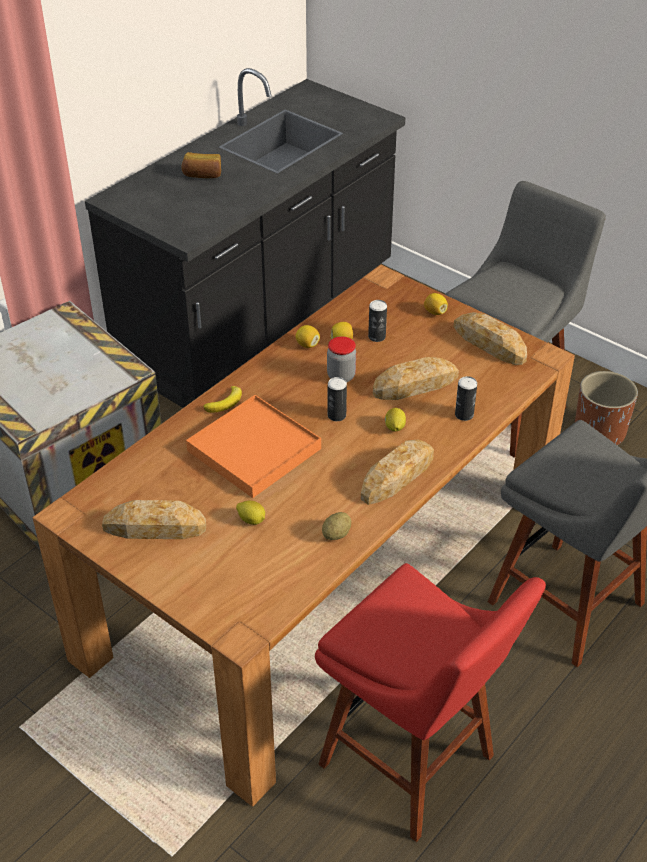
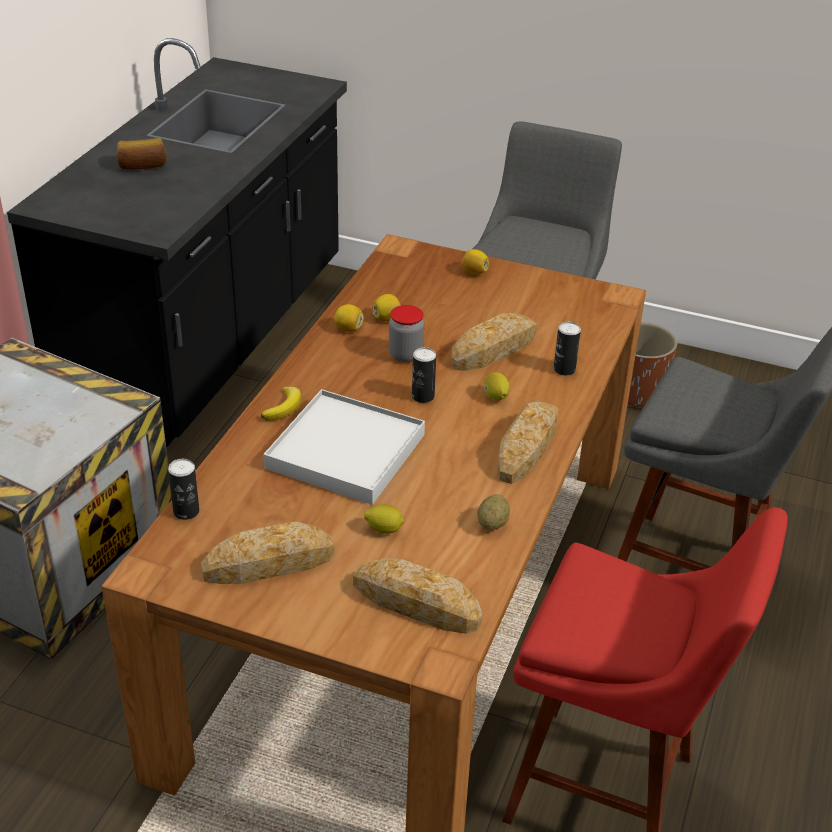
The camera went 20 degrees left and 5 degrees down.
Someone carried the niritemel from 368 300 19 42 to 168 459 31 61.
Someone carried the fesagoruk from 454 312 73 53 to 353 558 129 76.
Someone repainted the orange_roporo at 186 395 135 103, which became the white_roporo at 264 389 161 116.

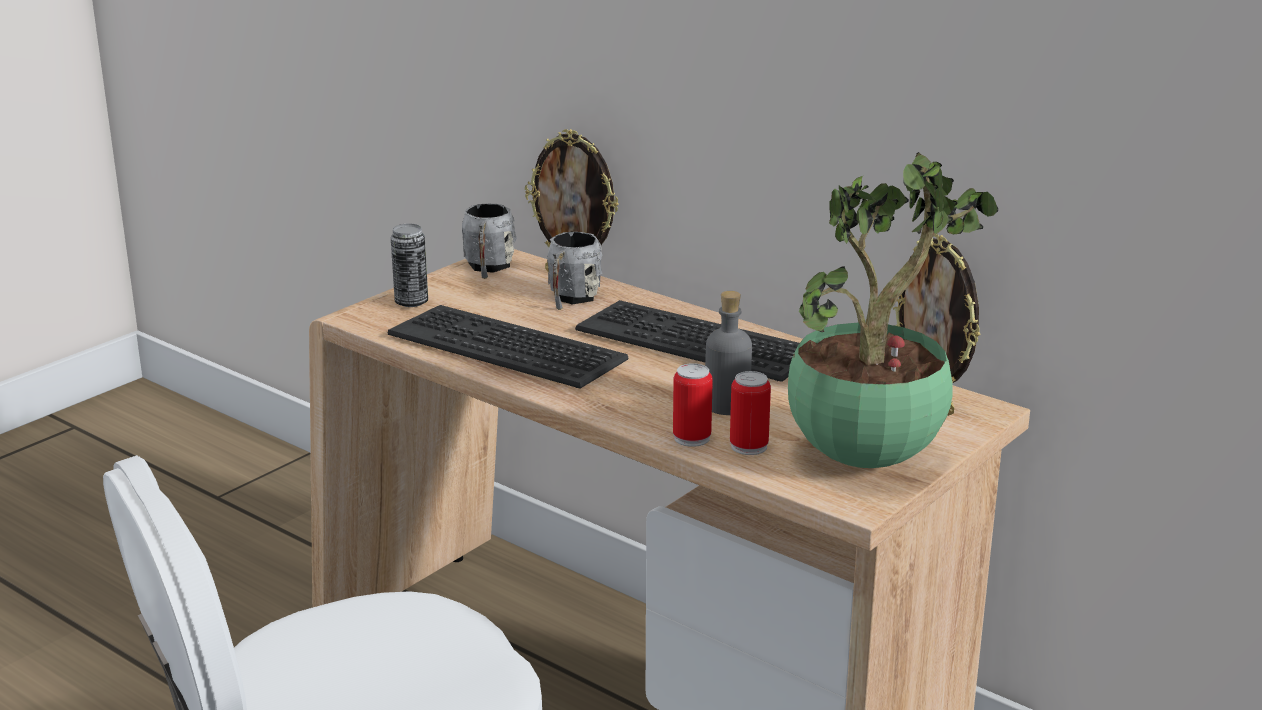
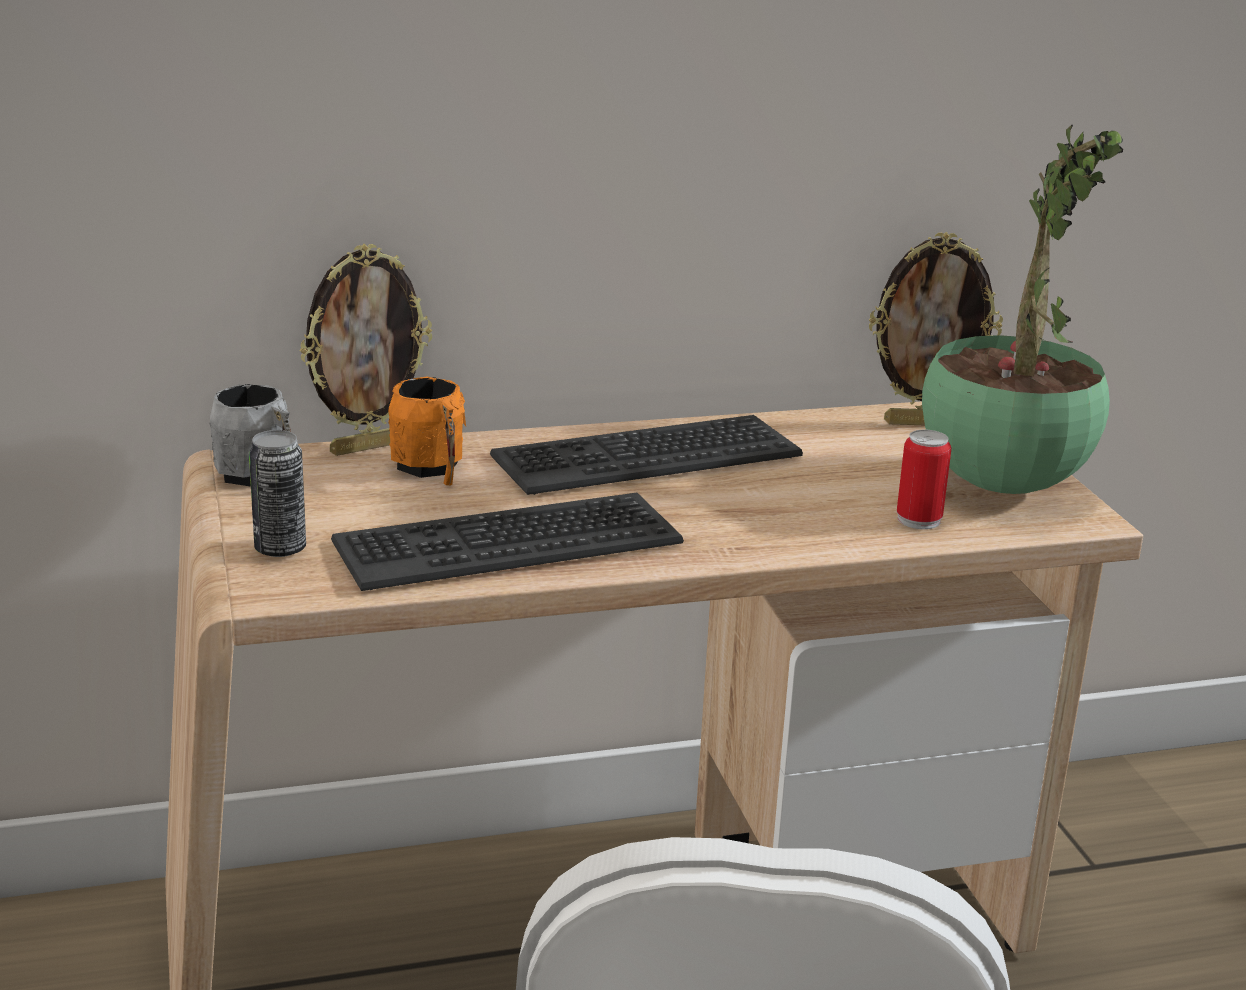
The camera went 55 degrees left and 0 degrees up.
Someone took away the niritemel at 673 363 40 84.
Someone took away the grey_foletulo at 705 291 47 124.
Someone repainted the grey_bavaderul at 547 232 55 78, which became the orange_bavaderul at 388 377 78 108.

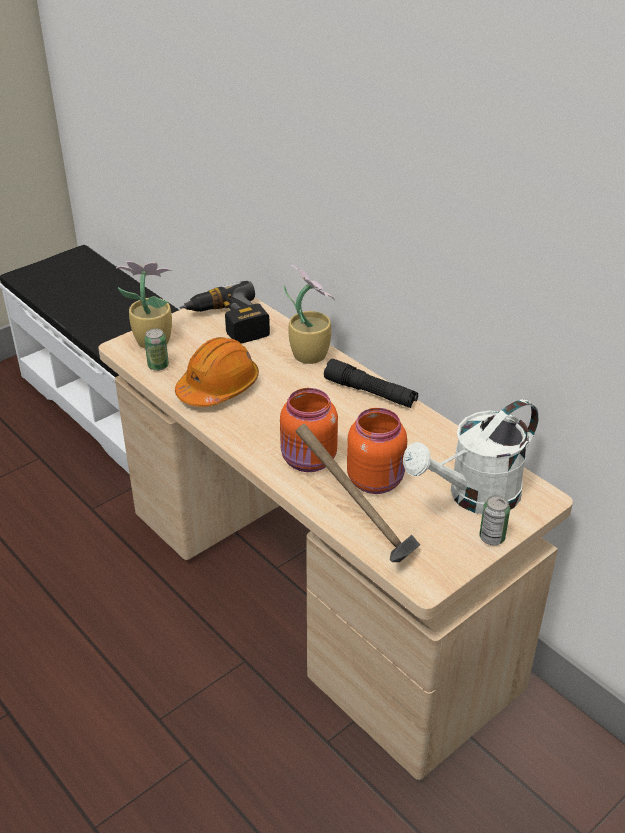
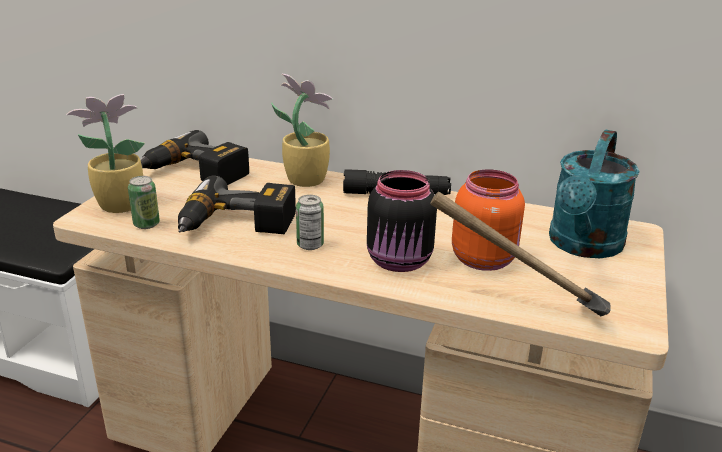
The camera went 30 degrees left and 10 degrees down.
Someone carried the niritemel from 479 495 31 50 to 296 195 28 55.
Someone swapped the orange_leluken at 175 337 84 70 for the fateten at 178 176 118 58.
Someone repainted the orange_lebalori at 280 388 58 84, which became the black_lebalori at 367 170 70 102.
Someone repainted the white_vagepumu at 403 399 136 115, which became the turquoise_vagepumu at 549 129 91 129.

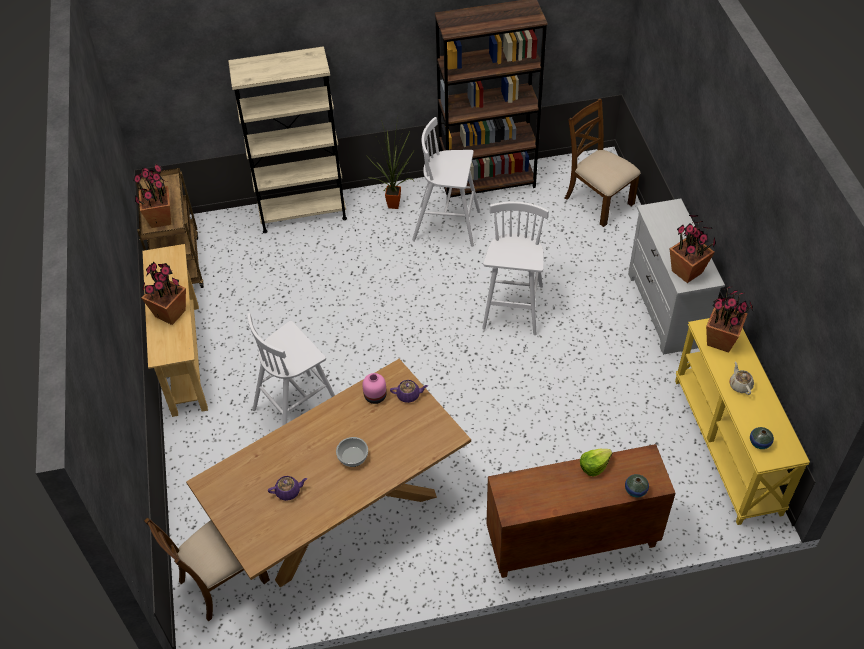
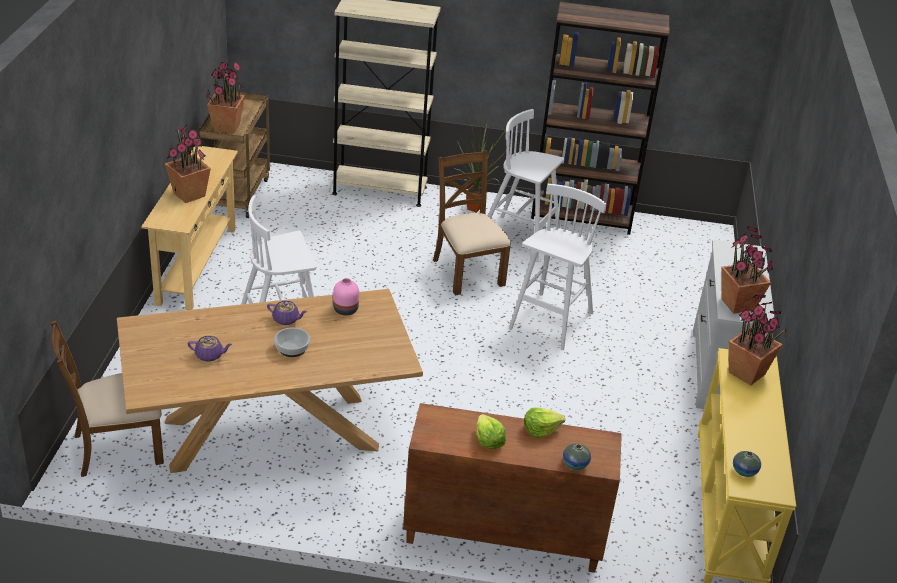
The camera went 15 degrees right and 15 degrees down.
Someone took away the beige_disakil at 729 361 25 34.
Someone put down the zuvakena at 477 414 29 35.
Someone carried the purple_disakil from 390 380 38 23 to 267 301 40 24.
Someone carried the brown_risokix from 565 98 75 129 to 433 150 78 145.

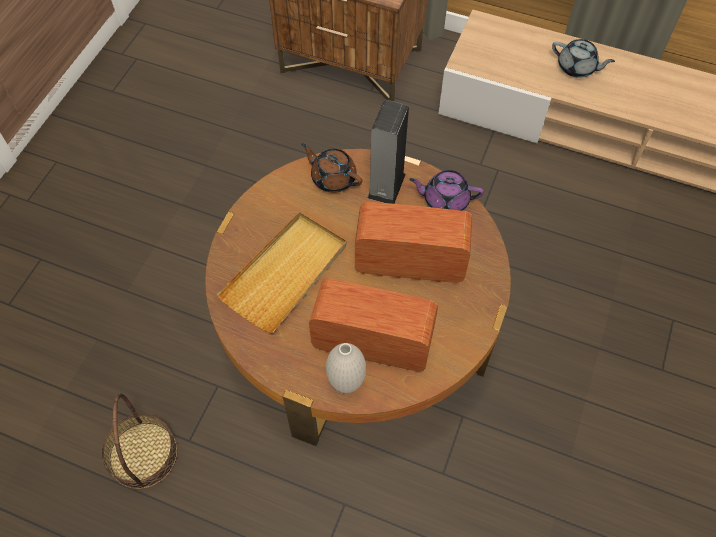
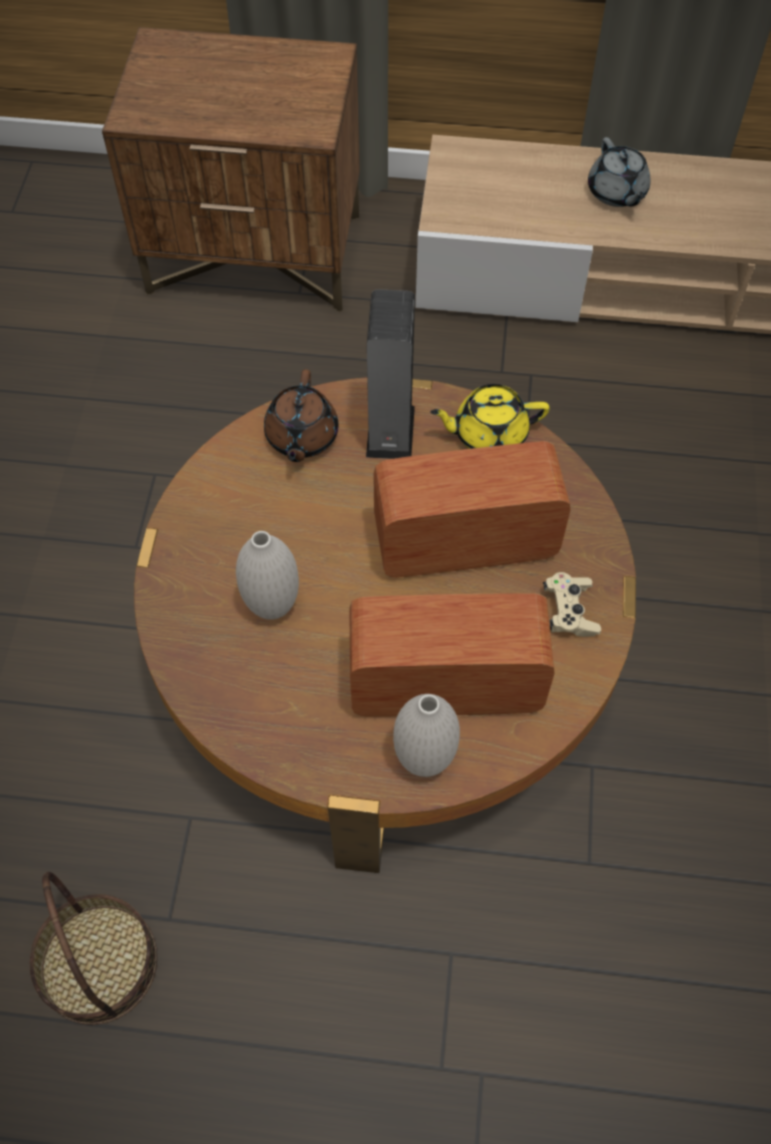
The camera went 15 degrees left and 0 degrees up.
Someone put down the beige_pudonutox at 543 572 58 65.
Someone swapped the beige_roporo at 216 212 131 122 for the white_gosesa at 236 531 63 89.
Someone repainted the purple_disakil at 409 170 75 41, which became the yellow_disakil at 430 384 120 65.
Someone rotated the brown_disakil at 301 143 61 49 by 105 degrees counterclockwise.
Someone rotated the grey_disakil at 552 39 63 38 by 60 degrees clockwise.

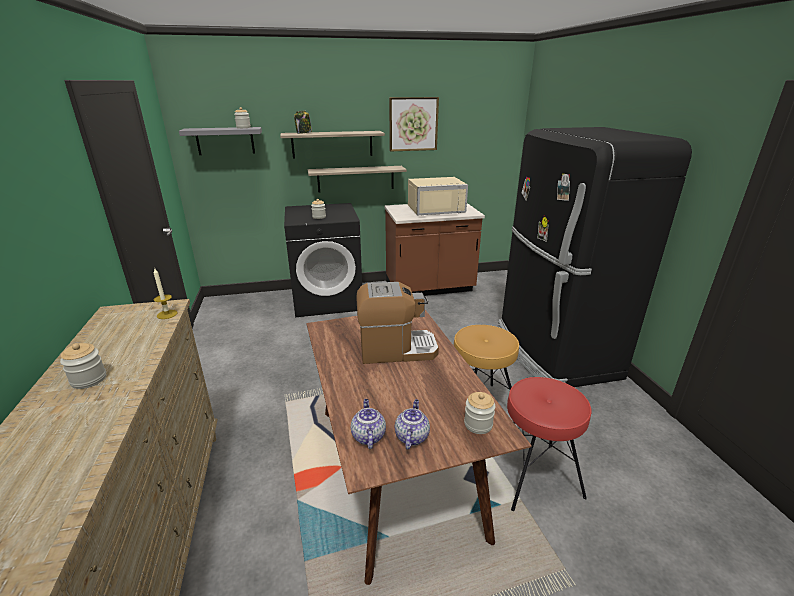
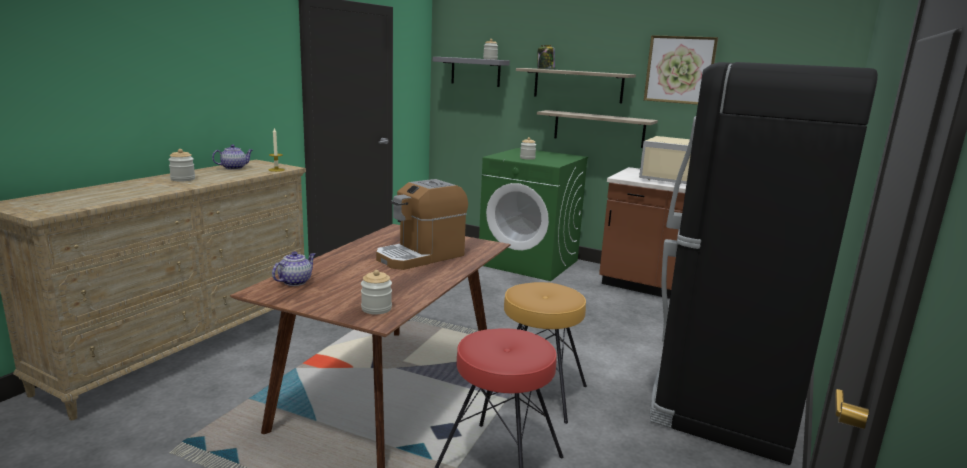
The camera went 40 degrees right and 10 degrees down.
Someone carried the disakil from 395 399 35 51 to 212 145 41 25.
Someone repainted the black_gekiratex at 284 203 78 114, which became the green_gekiratex at 479 148 109 133.
Someone rotated the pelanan at 356 282 83 82 by 105 degrees clockwise.

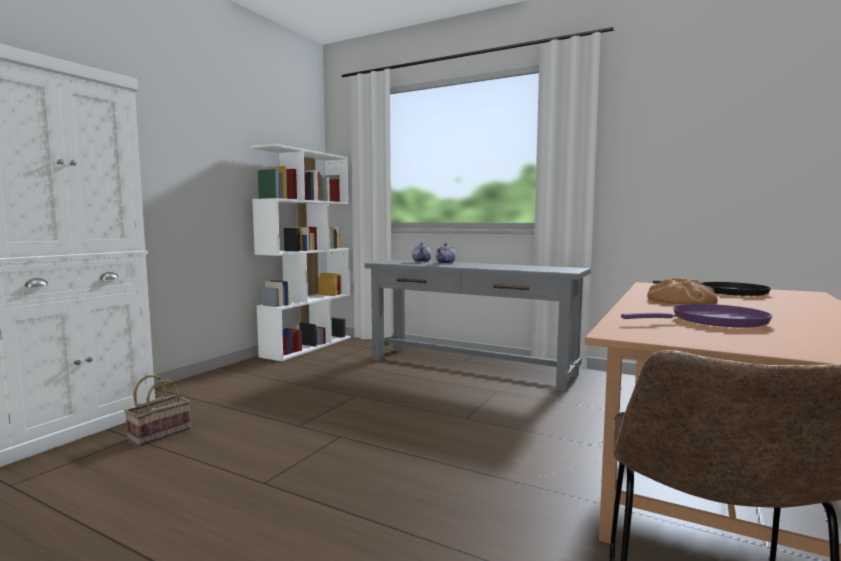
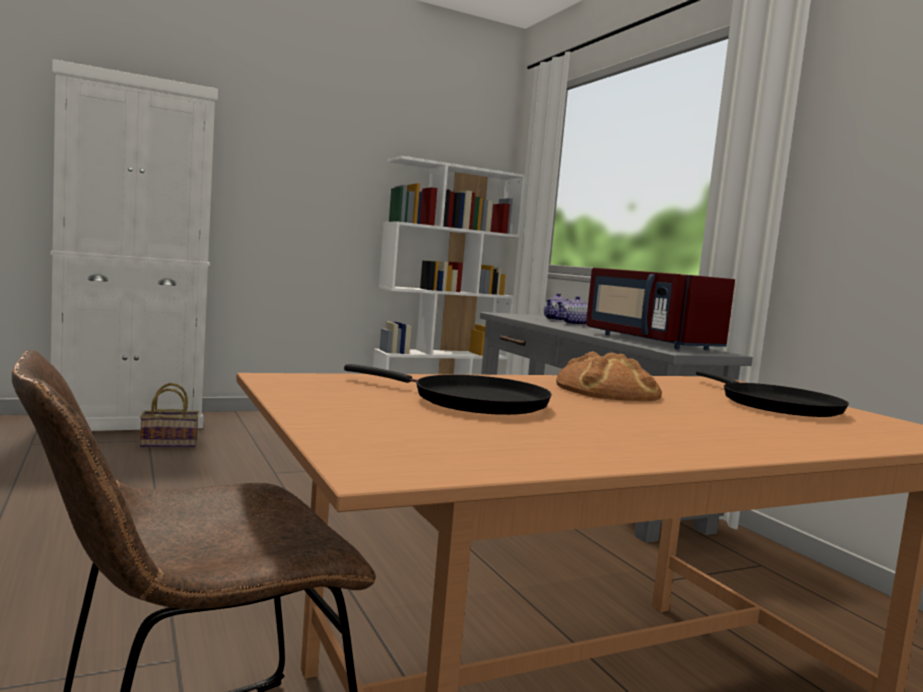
The camera went 35 degrees right and 0 degrees up.
Someone put down the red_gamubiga at 586 268 149 82.
Someone repainted the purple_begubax at 621 304 151 24, which became the black_begubax at 344 364 208 51.

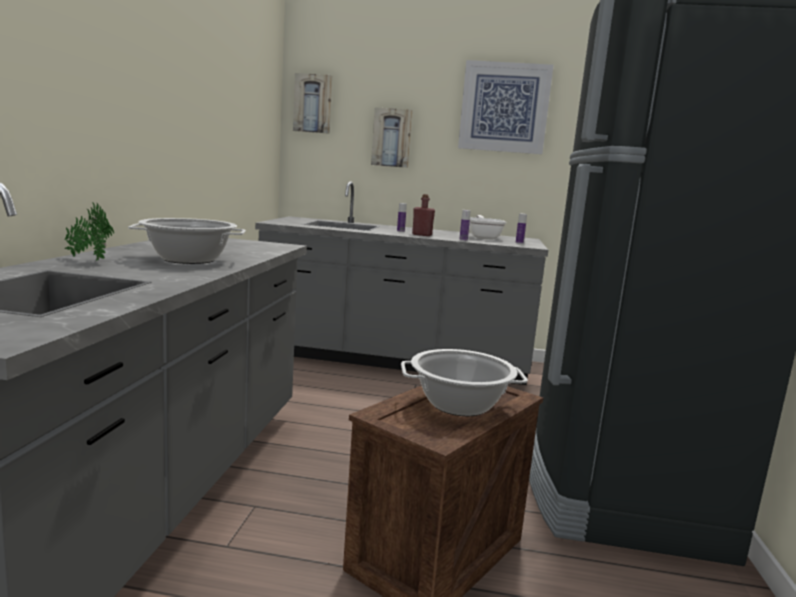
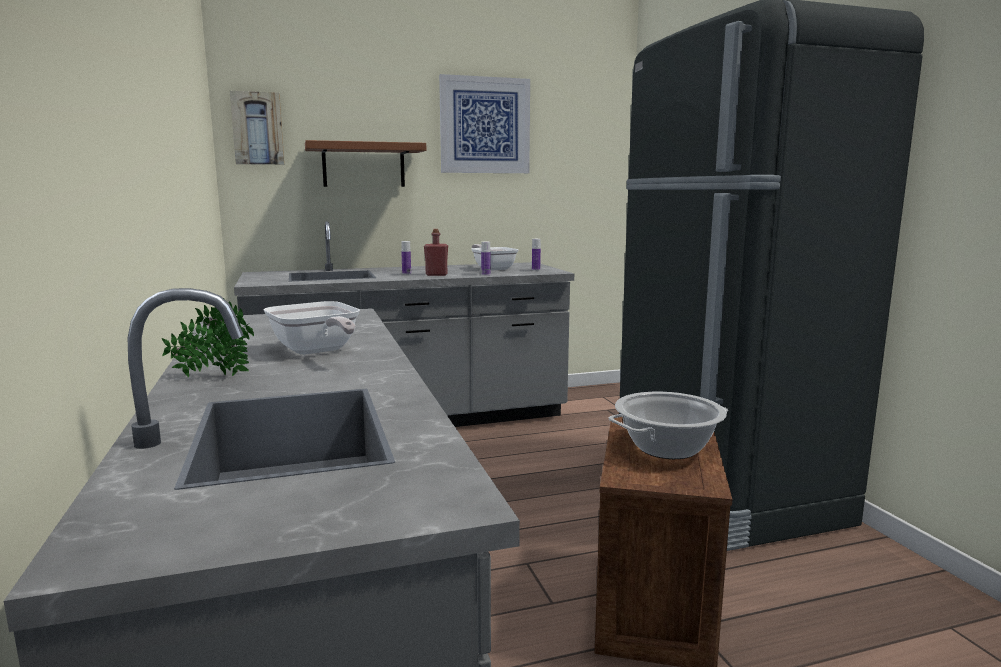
The camera went 25 degrees left and 0 degrees up.
Someone swapped the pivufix at 128 218 118 46 for the begubax at 263 301 97 54.
Someone swapped the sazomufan at 371 107 41 61 for the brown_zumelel at 305 140 121 47.

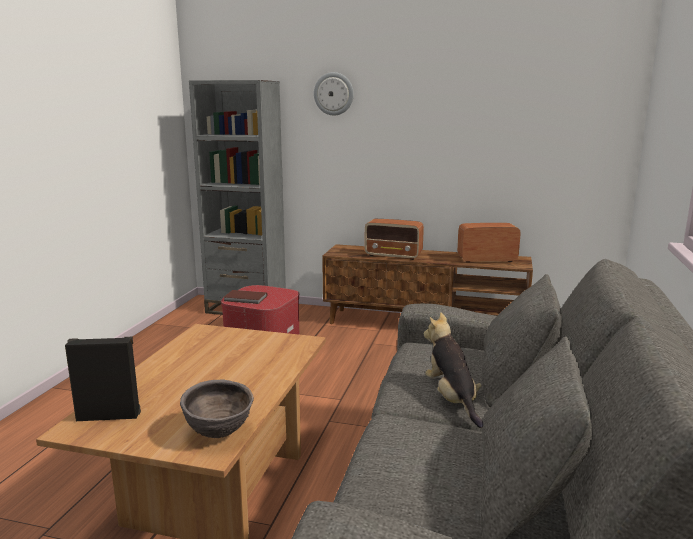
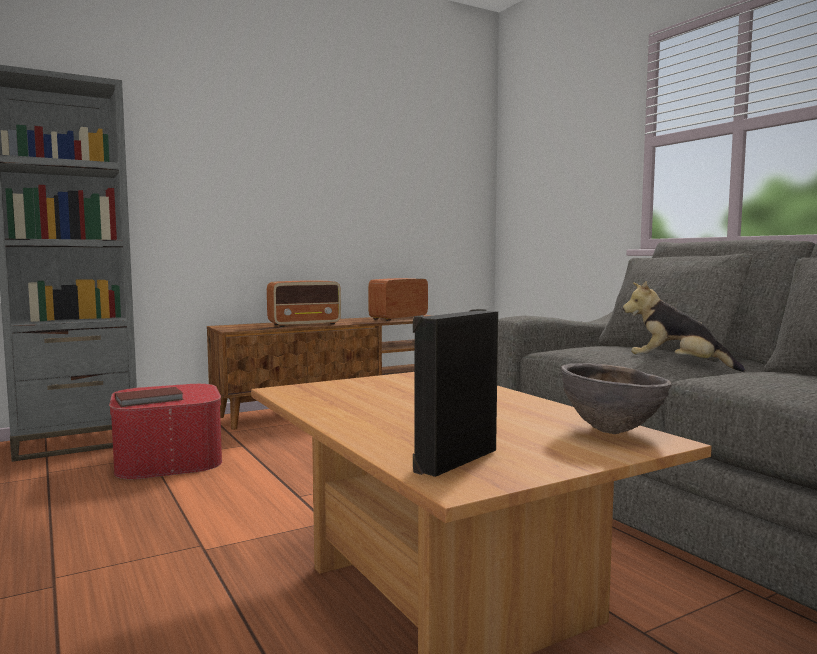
The camera went 45 degrees left and 10 degrees down.
Someone took away the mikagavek at 314 72 40 43.

